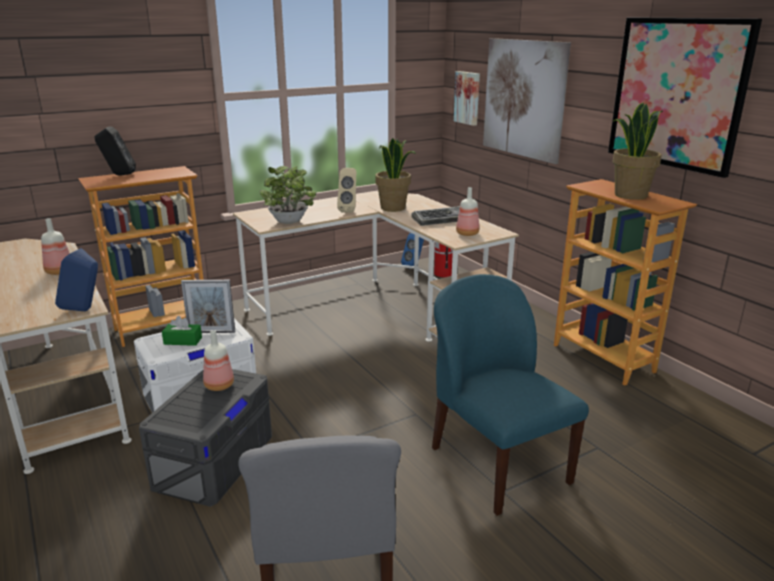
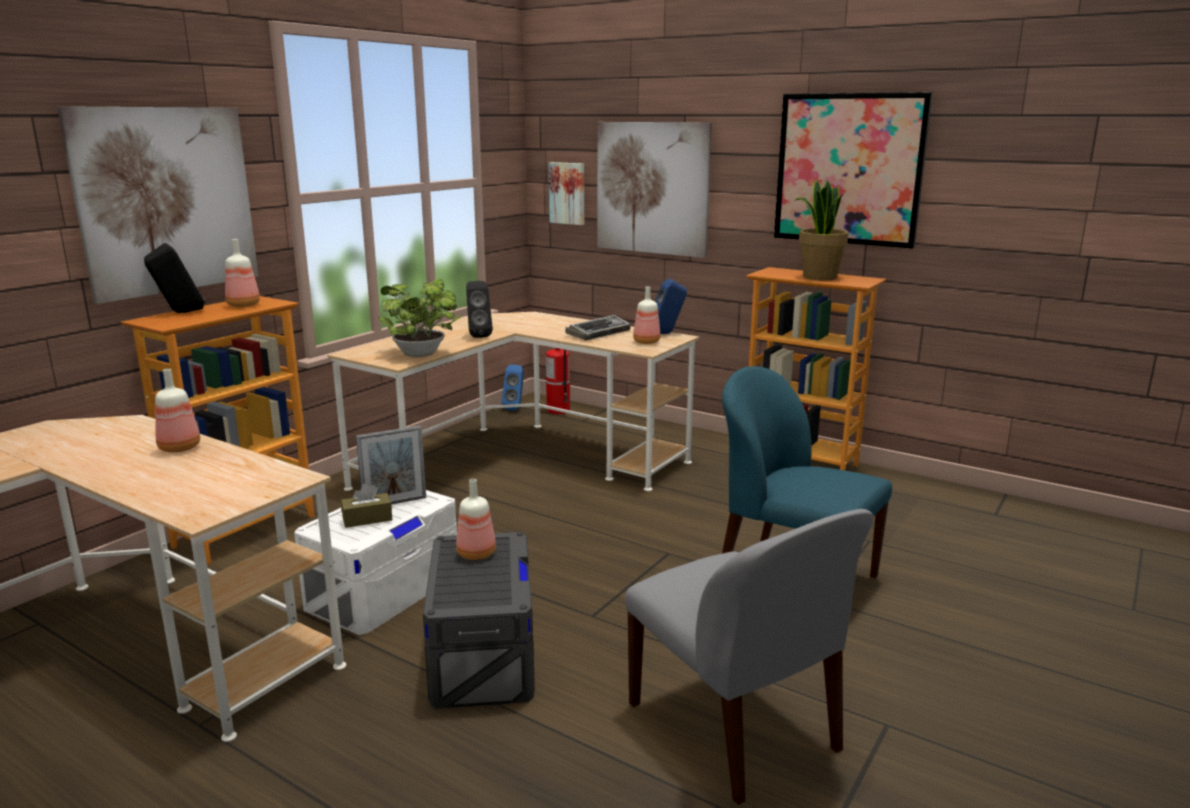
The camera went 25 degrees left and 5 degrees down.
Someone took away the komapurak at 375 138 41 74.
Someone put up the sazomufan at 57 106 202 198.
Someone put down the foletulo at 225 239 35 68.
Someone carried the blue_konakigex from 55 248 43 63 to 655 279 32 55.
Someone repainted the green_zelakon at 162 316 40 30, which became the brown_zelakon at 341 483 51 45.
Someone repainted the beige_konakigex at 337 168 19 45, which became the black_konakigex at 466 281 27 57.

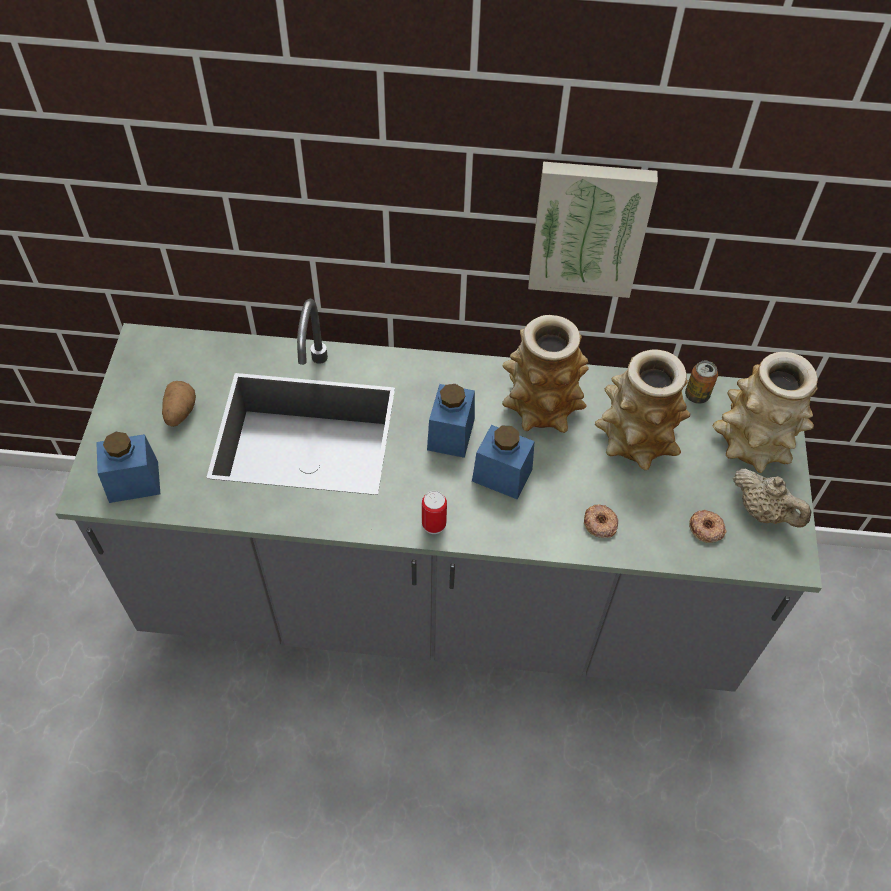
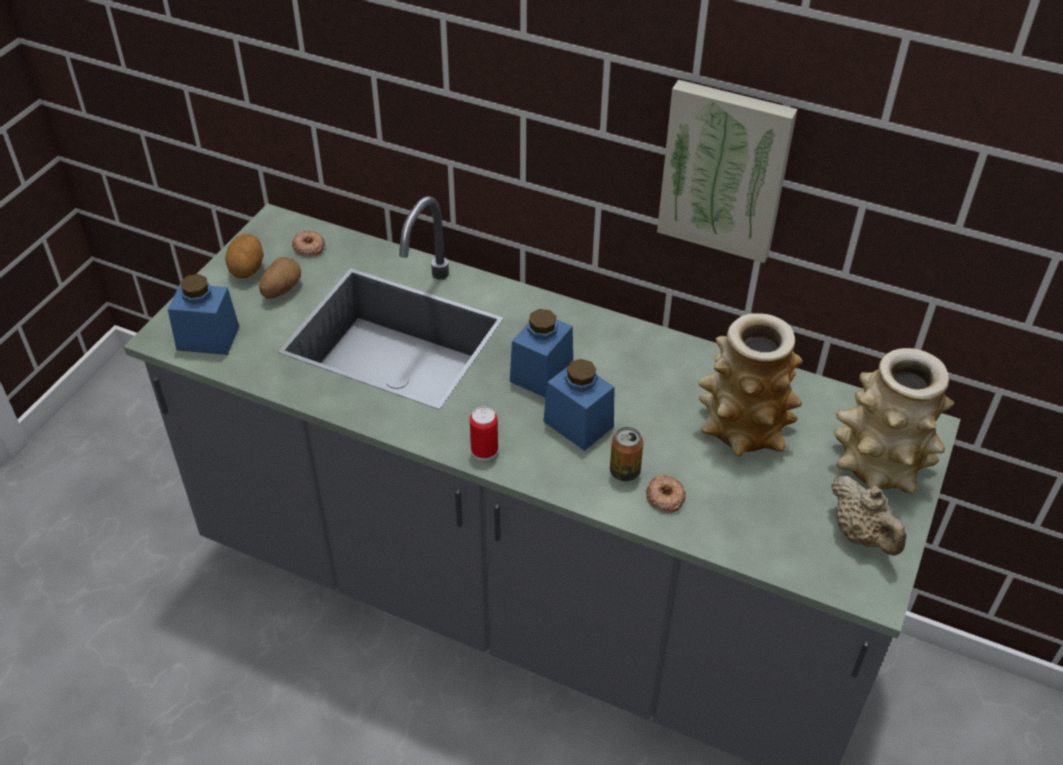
The camera went 20 degrees right and 10 degrees down.
Someone took away the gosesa at 502 315 87 118.
Someone put down the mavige at 225 234 39 44.
Someone carried the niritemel from 685 361 33 43 to 610 427 33 54.
Someone carried the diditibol from 689 510 37 33 to 292 230 33 27.

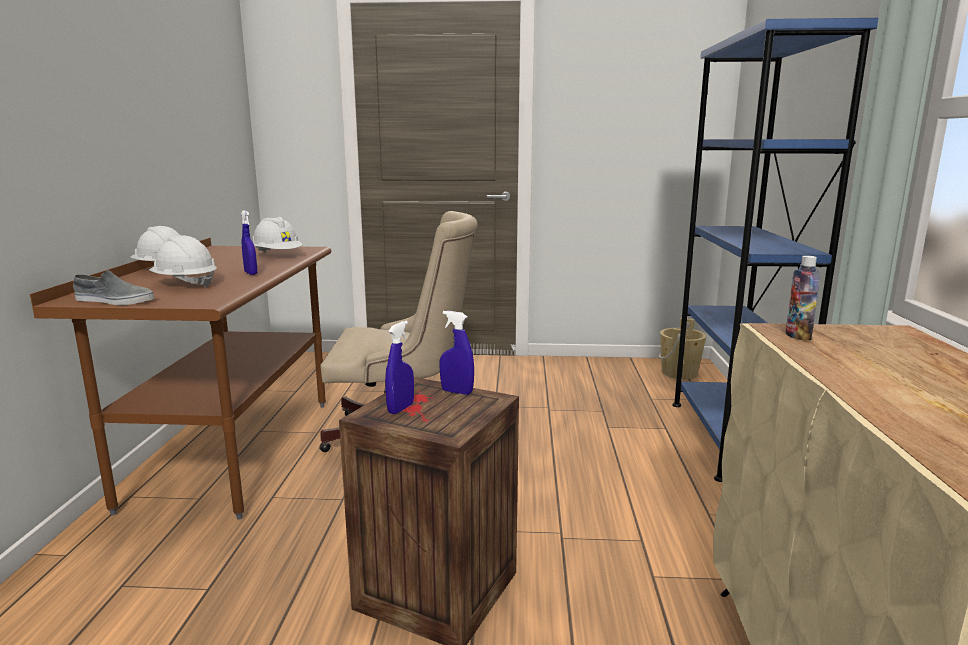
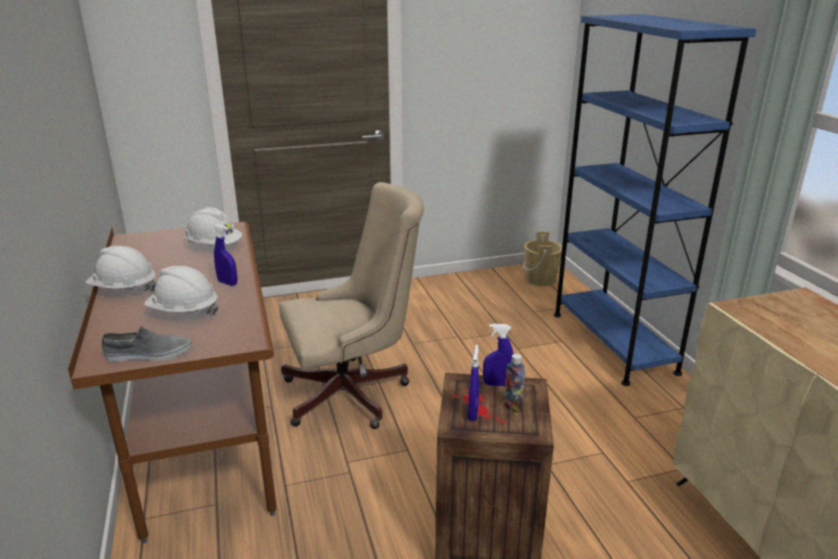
The camera went 20 degrees left and 10 degrees up.
Someone carried the foletulo from 785 255 35 86 to 504 354 21 59.

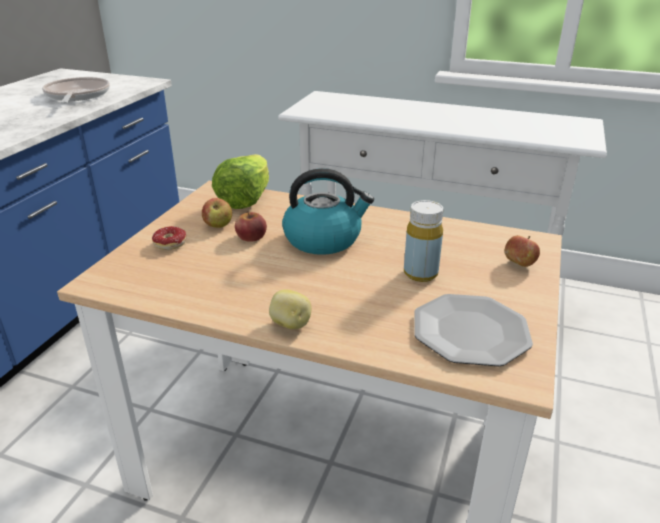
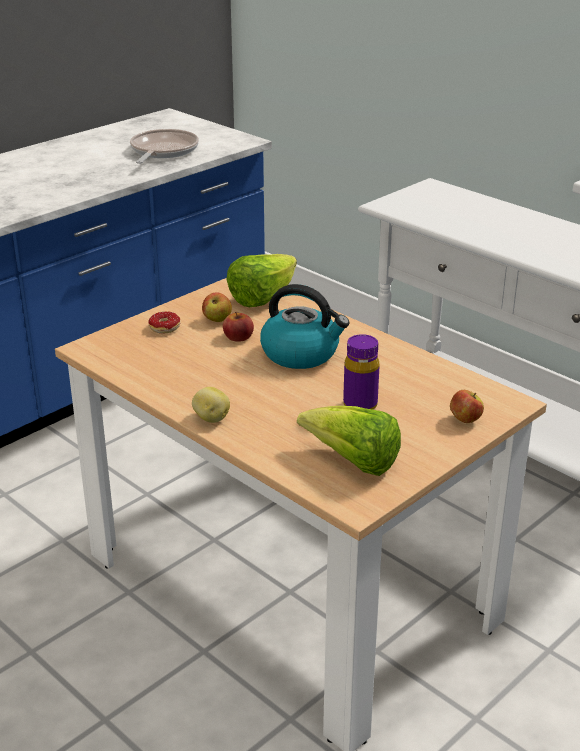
The camera went 25 degrees right and 0 degrees up.
Someone swapped the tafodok at 414 294 119 73 for the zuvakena at 297 406 104 70.
Someone repainted the yellow_foletulo at 404 200 39 82, which became the purple_foletulo at 343 334 37 76.

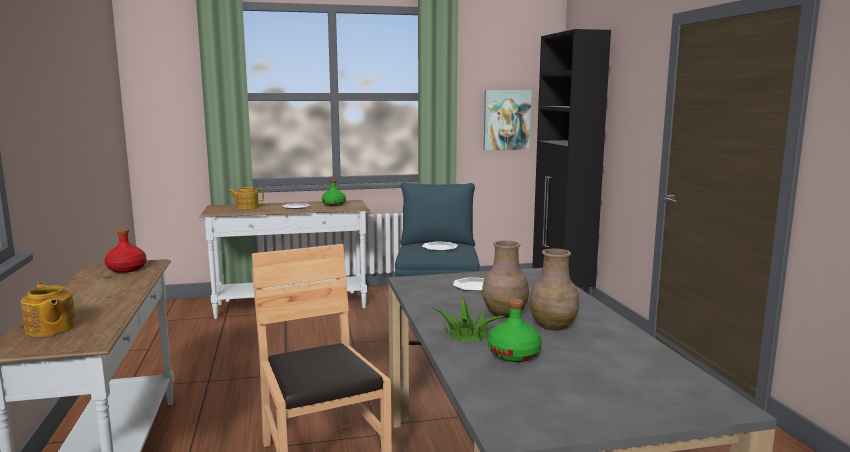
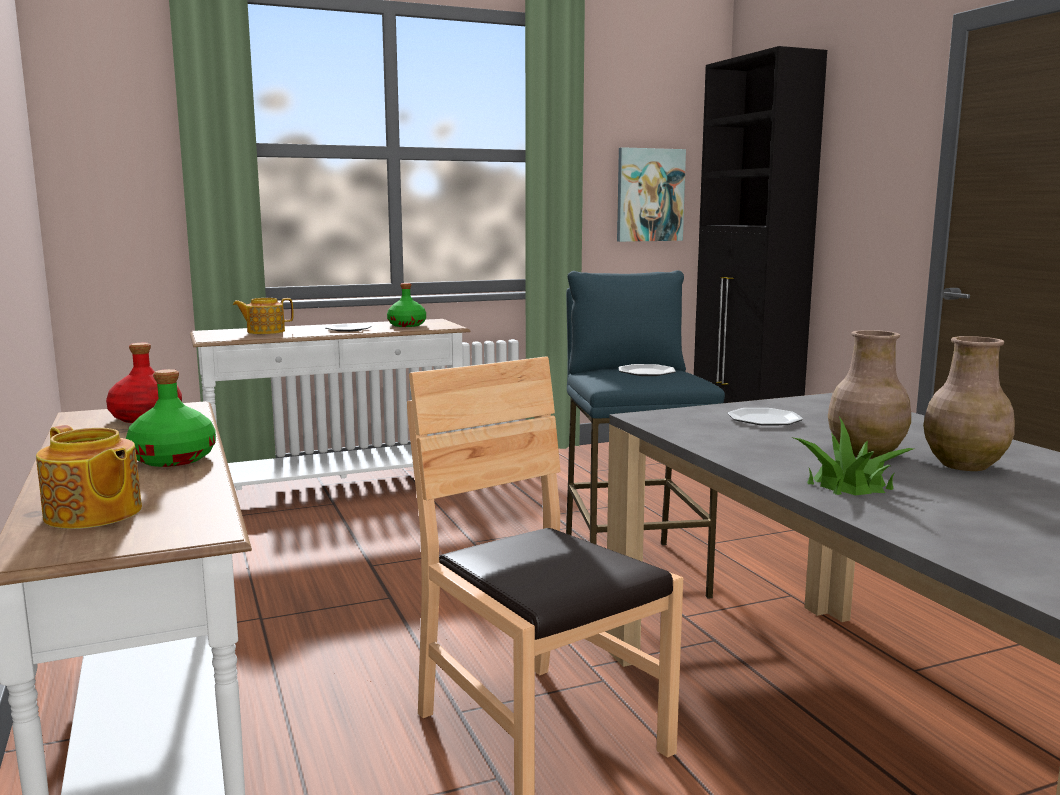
The camera went 10 degrees left and 0 degrees up.
Someone carried the green_foletulo from 488 298 54 64 to 126 369 90 98.

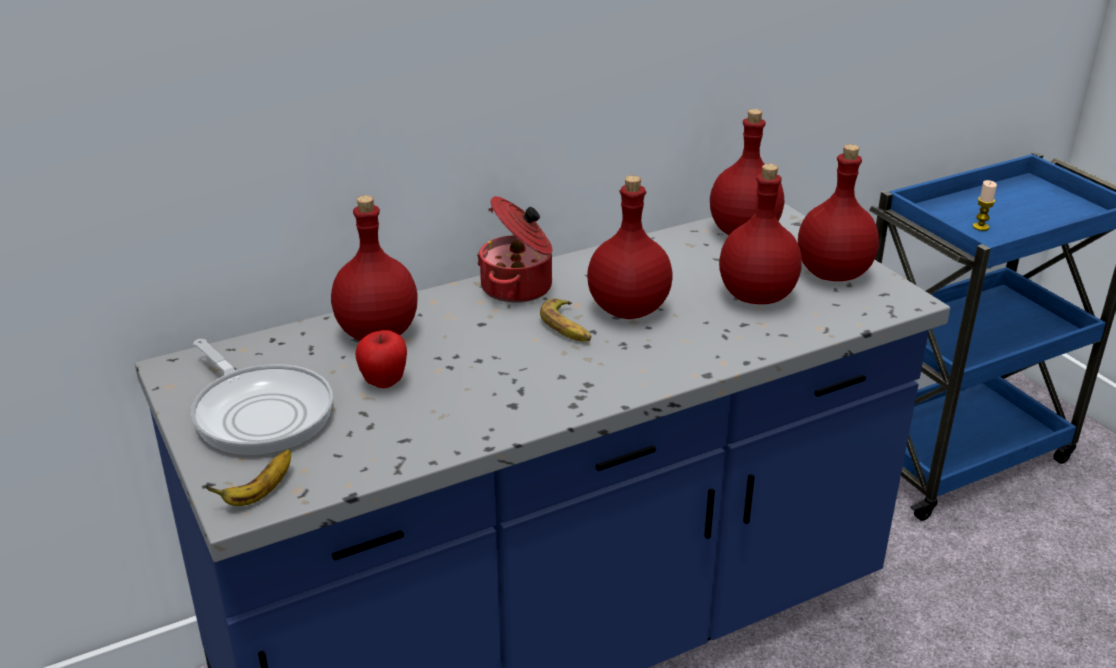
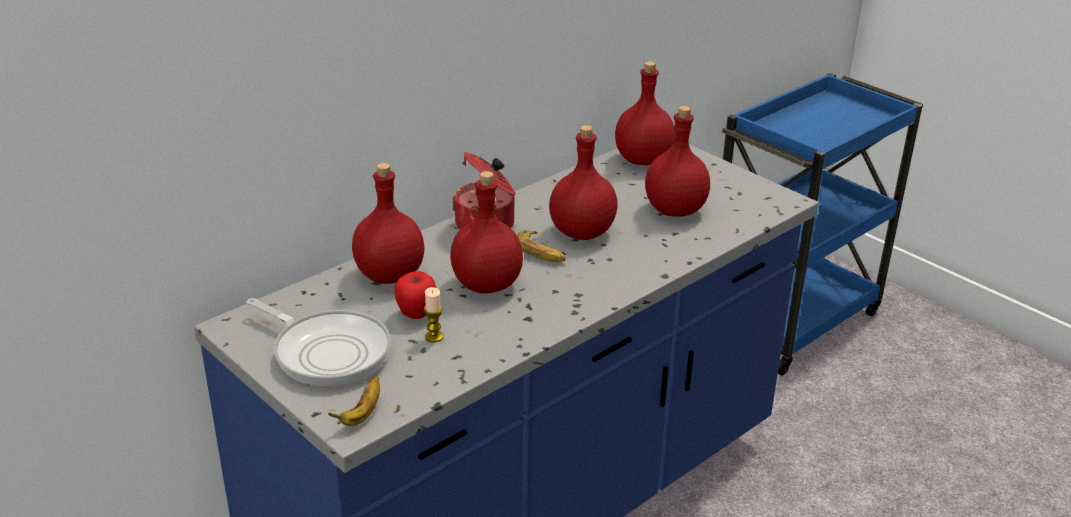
The camera went 15 degrees left and 0 degrees up.
Someone carried the red_foletulo from 798 144 81 137 to 450 171 73 122.
Someone carried the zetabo from 973 180 24 51 to 424 287 19 55.

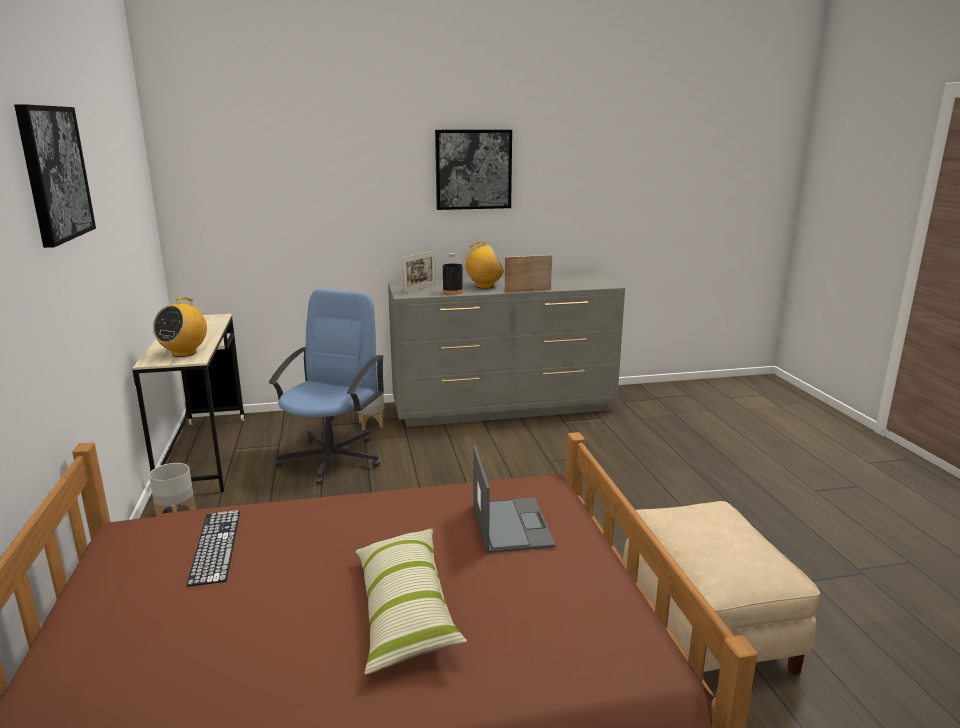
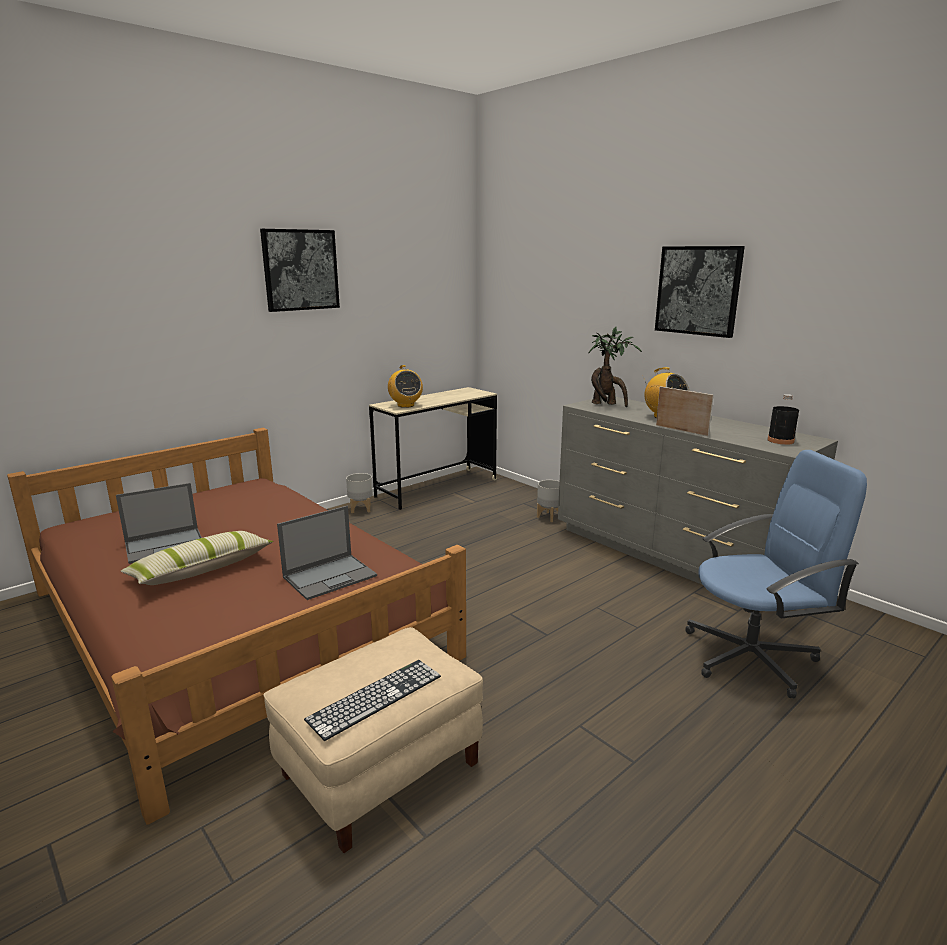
The camera went 60 degrees right and 0 degrees up.
Someone put down the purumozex at 116 483 86 81.
Someone carried the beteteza from 187 510 53 77 to 304 660 137 81.
Someone carried the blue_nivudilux from 269 289 115 196 to 685 450 182 248.
Someone carried the black_foletulo from 443 253 20 42 to 768 394 31 51.
Someone swapped the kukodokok at 402 251 34 43 for the komapurak at 589 327 53 80.
Someone rotated the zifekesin at 153 297 54 60 by 105 degrees counterclockwise.

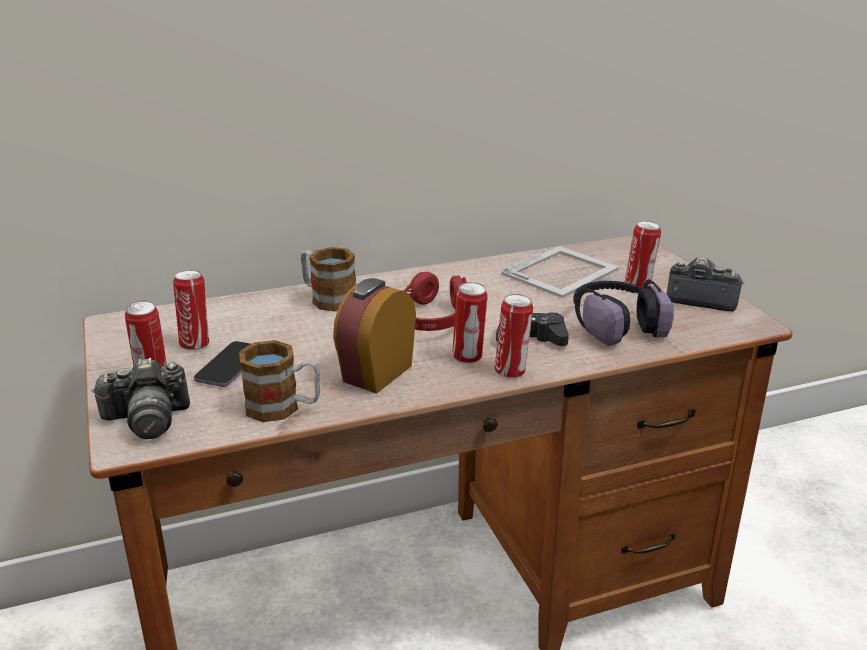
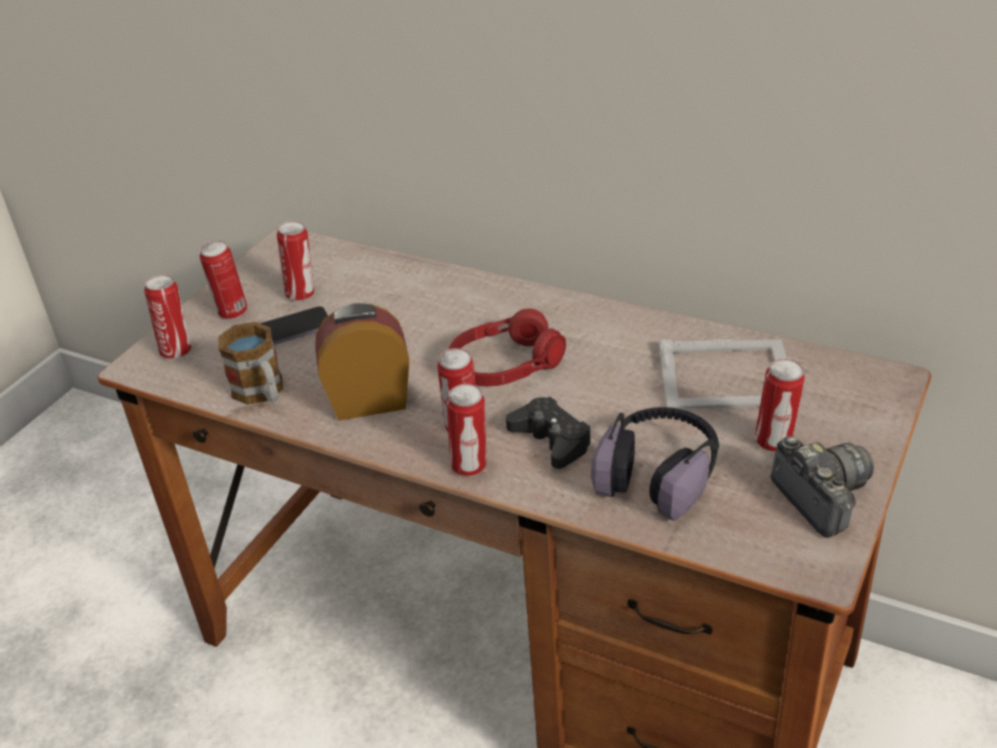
The camera went 50 degrees right and 10 degrees up.
Someone took away the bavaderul at 301 247 55 65.
Someone swapped the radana at 91 358 99 81 for the niritemel at 144 275 47 84.

